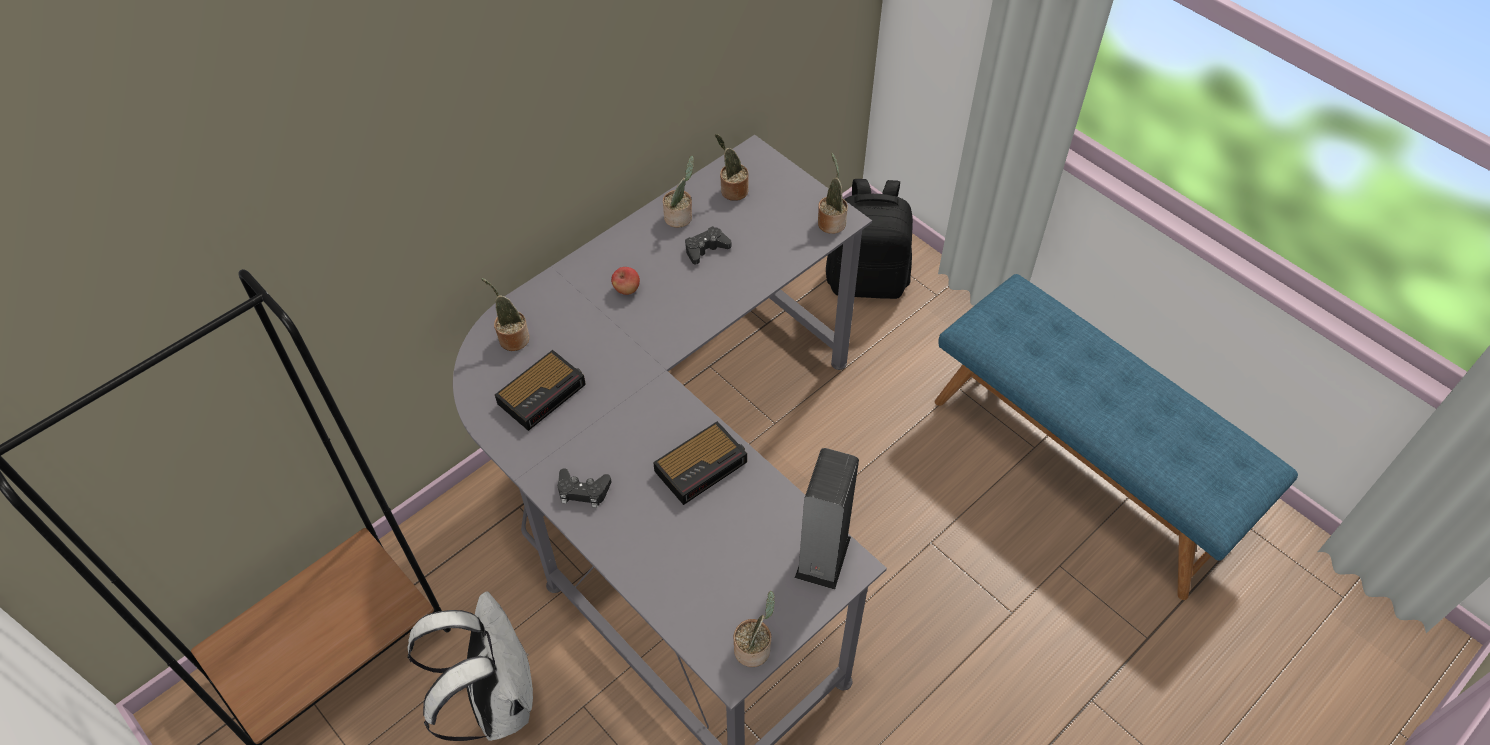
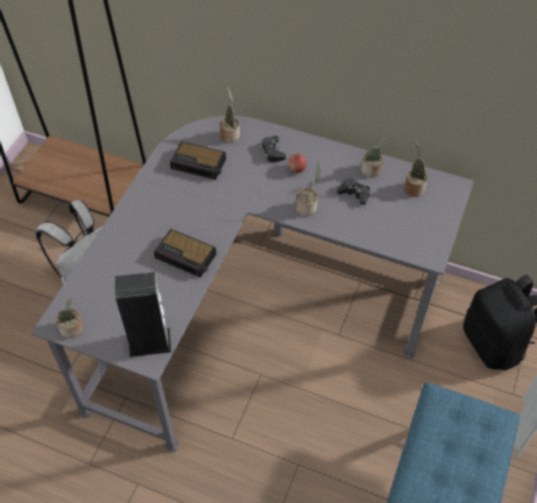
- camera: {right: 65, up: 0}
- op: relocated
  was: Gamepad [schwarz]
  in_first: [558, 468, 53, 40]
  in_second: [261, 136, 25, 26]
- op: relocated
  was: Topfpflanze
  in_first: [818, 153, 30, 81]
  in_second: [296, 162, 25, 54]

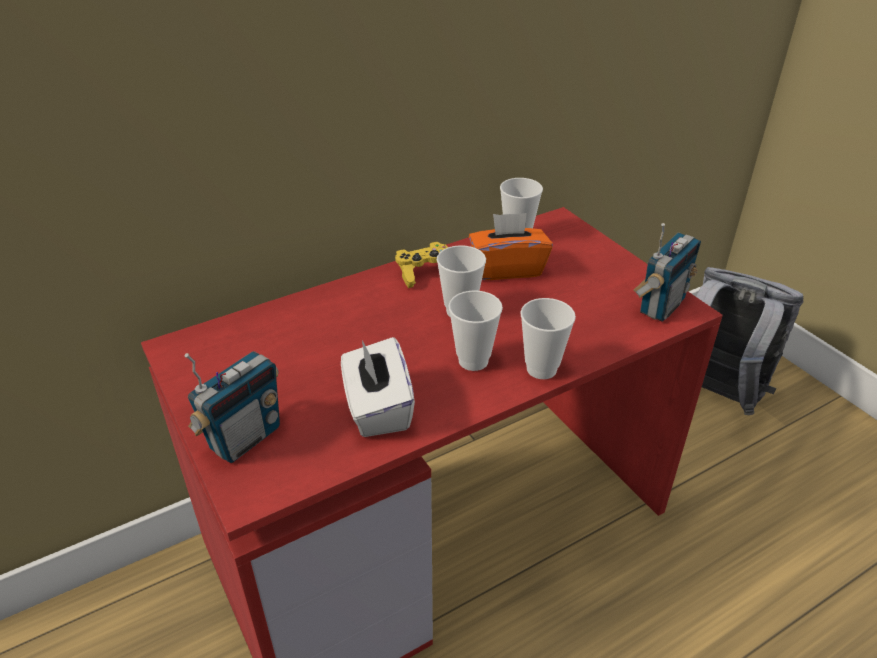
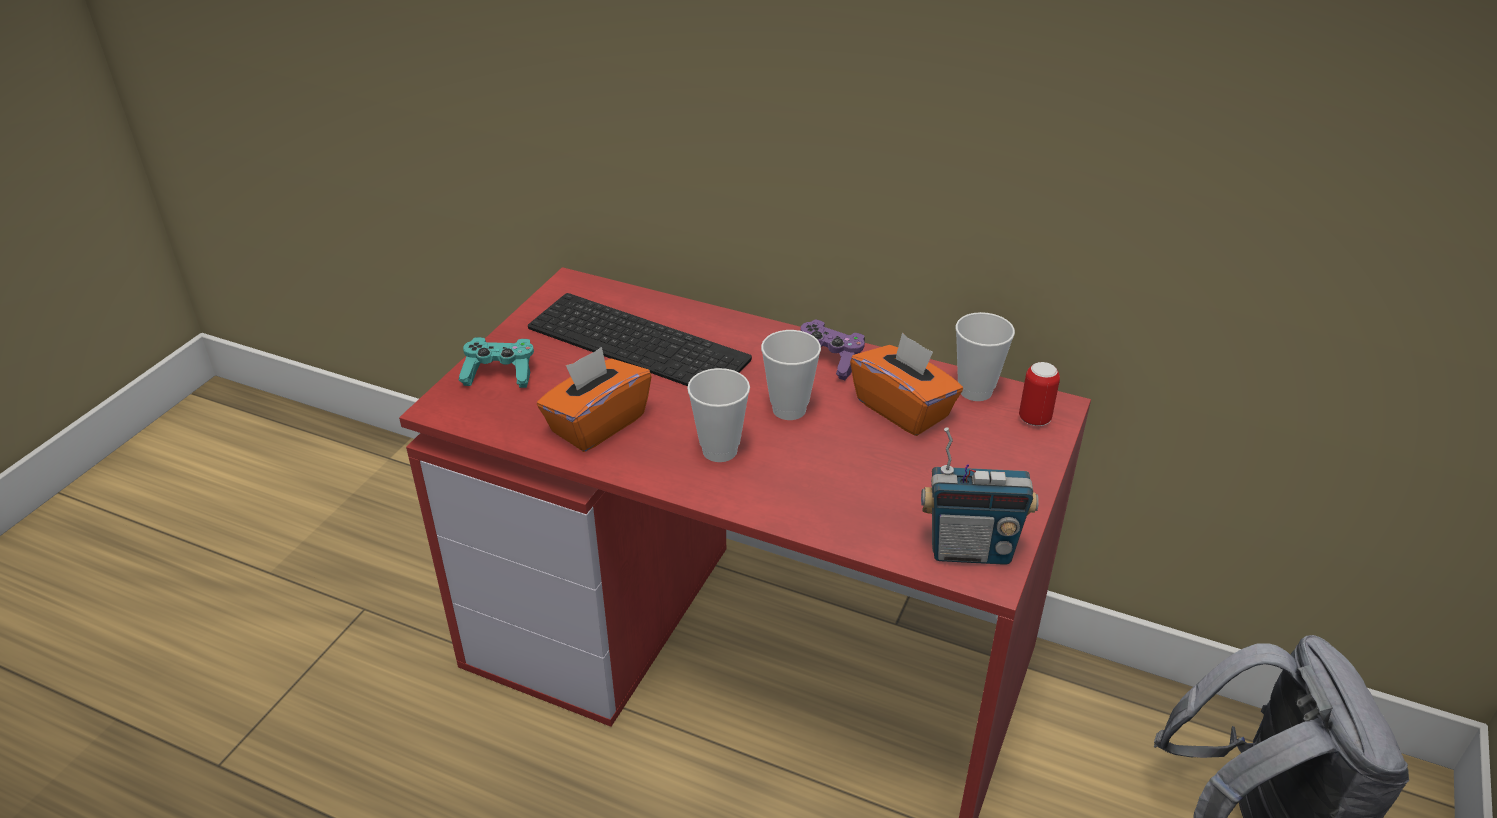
- camera: {right: 55, up: 0}
- op: exchanged
  was: Radio
  now: Gamepad [türkis]
  in_first: [184, 351, 96, 112]
  in_second: [459, 337, 75, 51]
- op: colour
  was: Taschentuchbox [weiß]
  now: Taschentuchbox [orange]
  in_first: [341, 337, 74, 100]
  in_second: [537, 347, 115, 105]
- op: colour
  was: Gamepad [gelb]
  now: Gamepad [lila]
  in_first: [395, 242, 53, 46]
  in_second: [800, 320, 65, 60]
- op: missing
  was: Tasse
  in_first: [520, 298, 56, 81]
- op: appeared
  now: Tastatur
  in_second: [528, 293, 224, 93]
- op: appeared
  now: Dose
  in_second: [1019, 362, 41, 64]

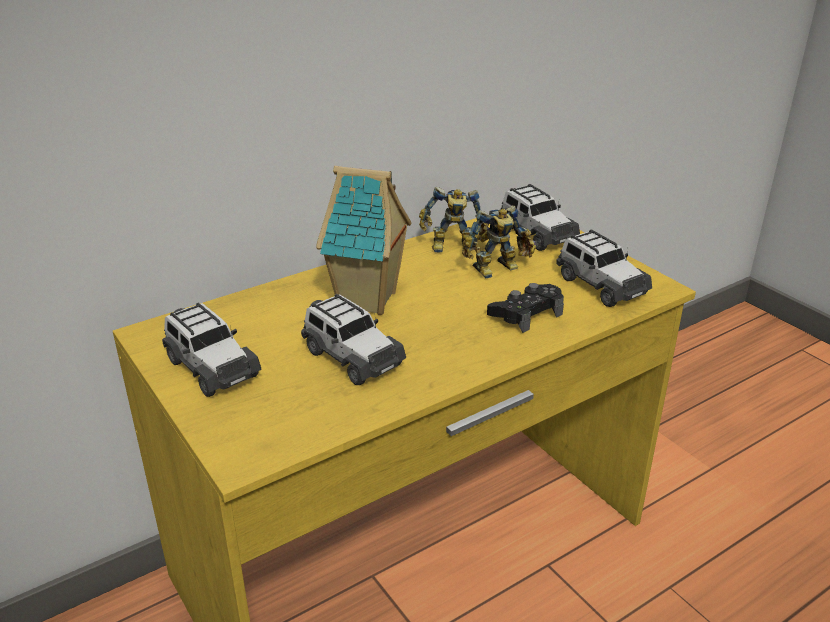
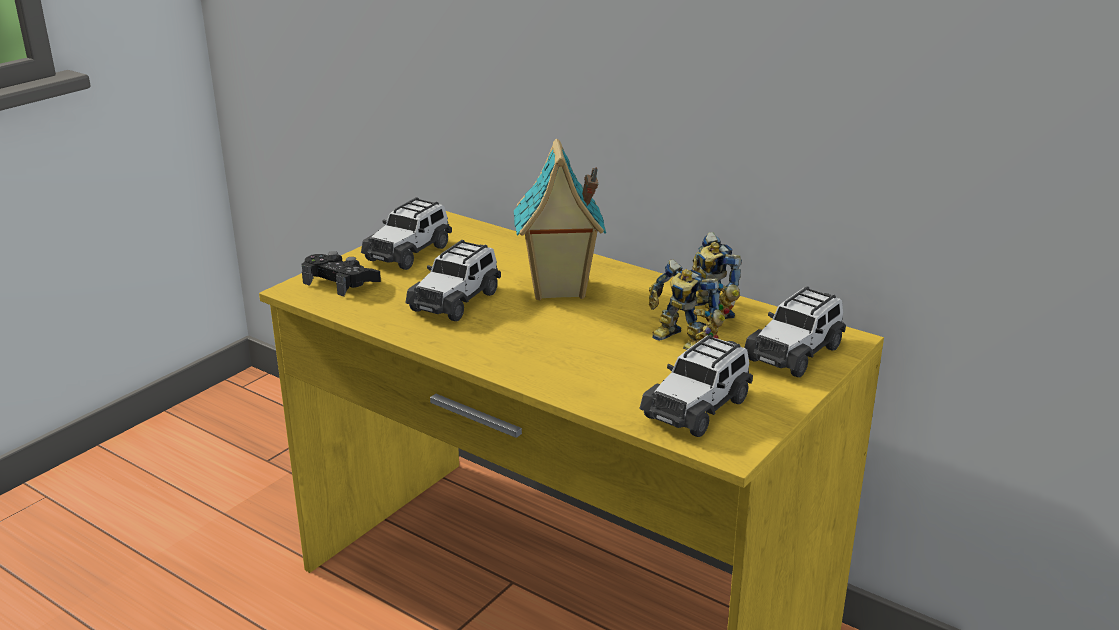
- camera: {right: 70, up: -5}
- op: relocated
  was: Gamepad [schwarz]
  in_first: [487, 283, 77, 50]
  in_second: [301, 251, 80, 45]

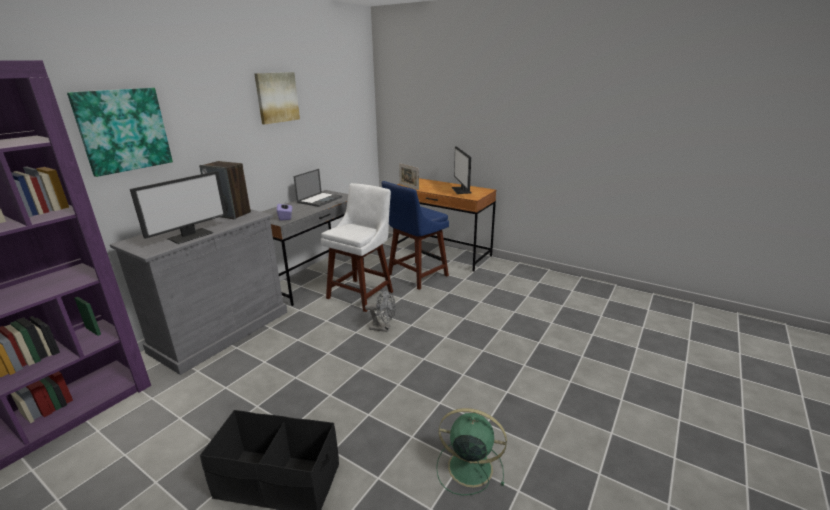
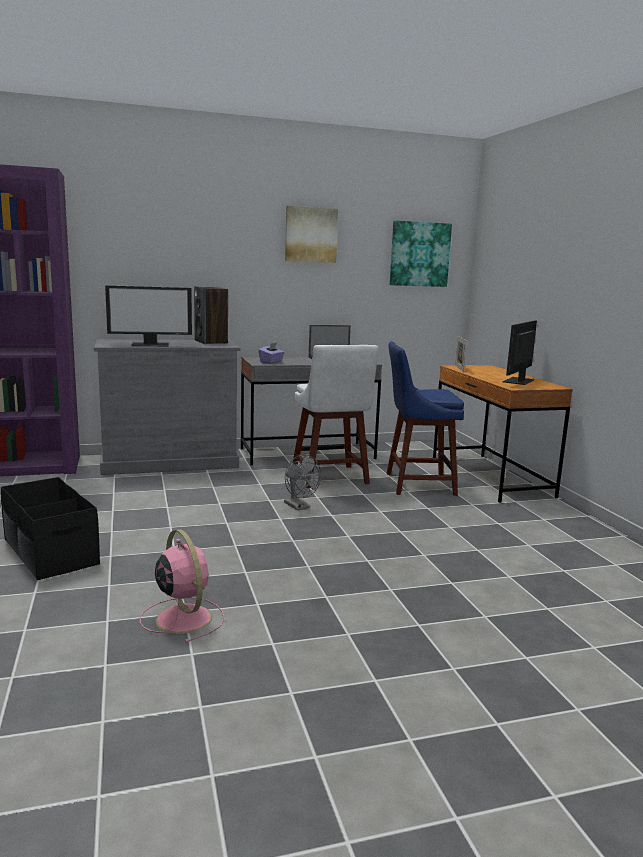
- camera: {right: 40, up: -10}
- op: relocated
  was: Bild
  in_first: [67, 88, 106, 89]
  in_second: [390, 220, 62, 67]
- op: spun
  was: Stuhl [weiß]
  in_first: [321, 183, 72, 129]
  in_second: [292, 345, 87, 143]
  clockwise: 90
- op: colour
  was: Ventilator [grün]
  now: Ventilator [rosa]
  in_first: [436, 408, 71, 88]
  in_second: [140, 529, 85, 114]

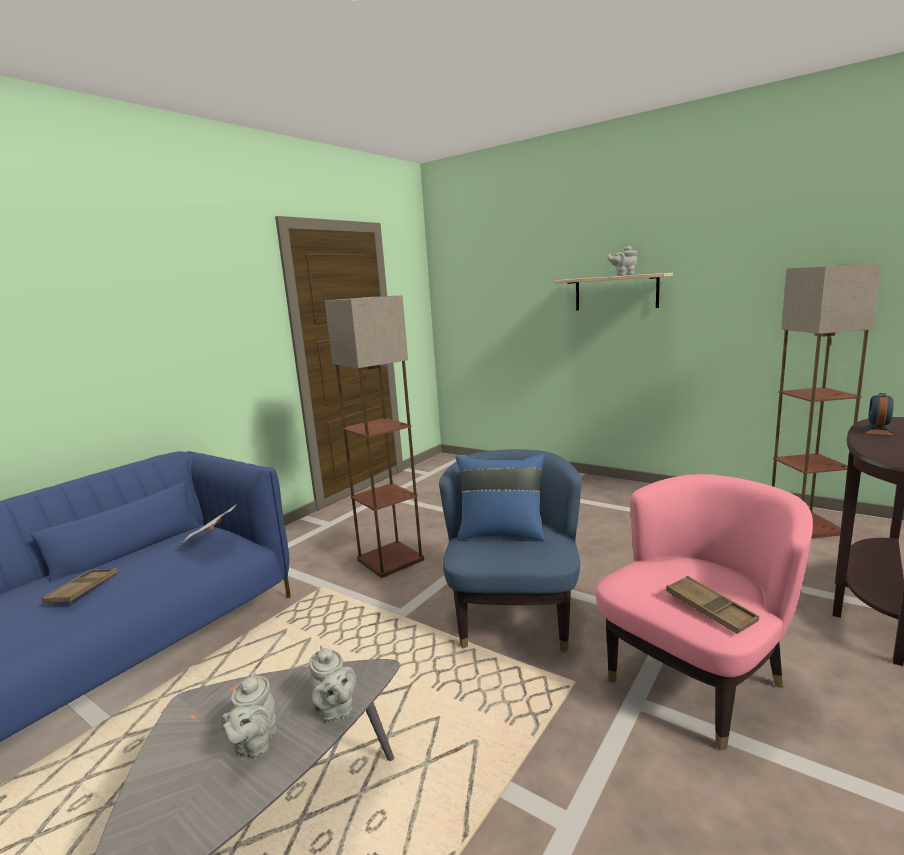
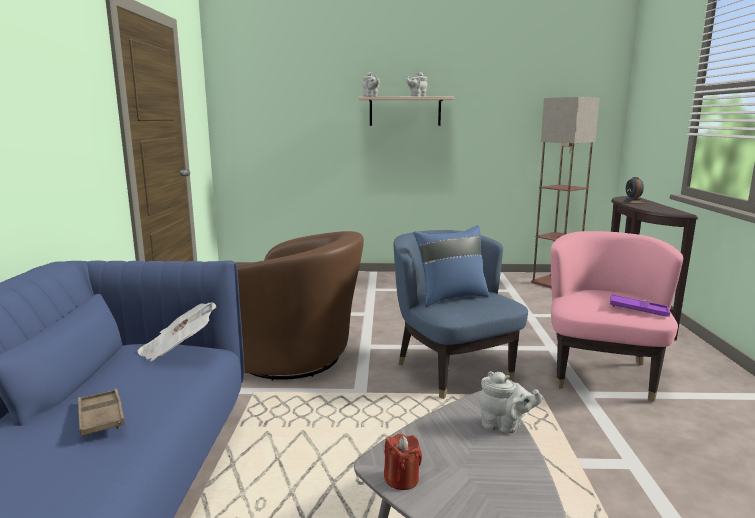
- camera: {right: -35, up: 0}
- op: relocated
  was: Teekanne [grau]
  in_first: [221, 672, 56, 87]
  in_second: [362, 72, 18, 25]
- op: exchanged
  was: Stehlampe
  now: Sessel [braun]
  in_first: [325, 295, 99, 283]
  in_second: [237, 231, 127, 150]
- op: colour
  was: Tablett [braun]
  now: Tablett [lila]
  in_first: [666, 576, 93, 58]
  in_second: [610, 294, 60, 23]
- op: appeared
  now: Kerze [rot]
  in_second: [384, 433, 38, 57]

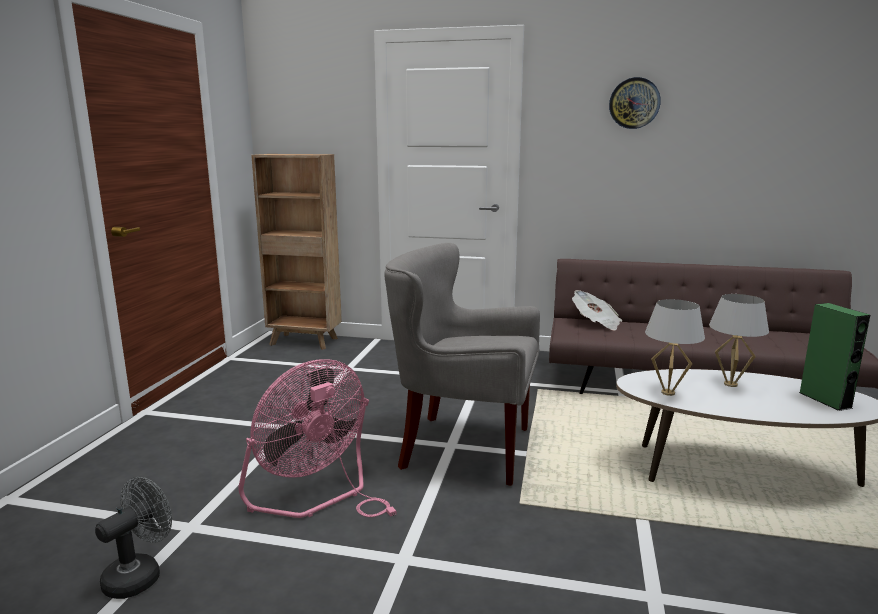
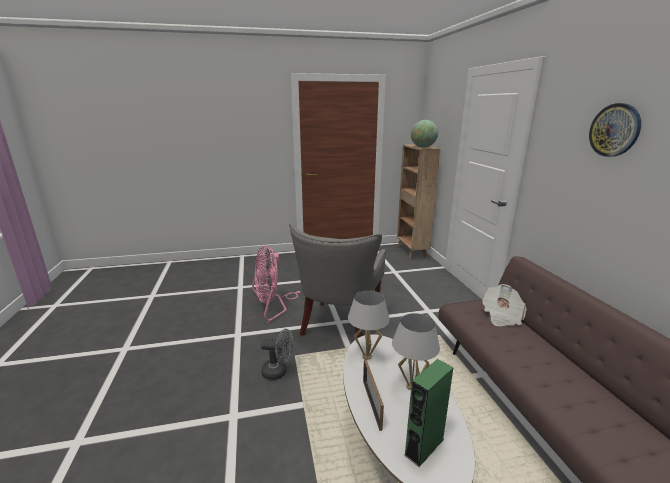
- camera: {right: 65, up: 5}
- op: relocated
  was: Ventilator [grau]
  in_first: [95, 477, 77, 122]
  in_second: [261, 329, 32, 51]
- op: spun
  was: Ventilator [rosa]
  in_first: [238, 359, 159, 159]
  in_second: [252, 246, 50, 77]
  clockwise: -135
- op: spun
  was: Sessel [grau]
  in_first: [384, 243, 156, 243]
  in_second: [289, 223, 97, 115]
  clockwise: -150
- op: appeared
  now: Bilderrahmen
  in_second: [363, 359, 21, 72]
- op: appeared
  now: Globus
  in_second: [411, 120, 27, 28]

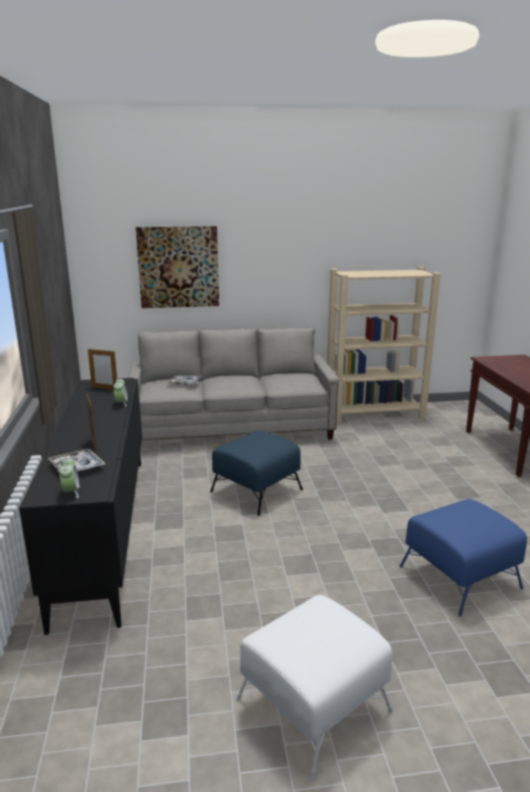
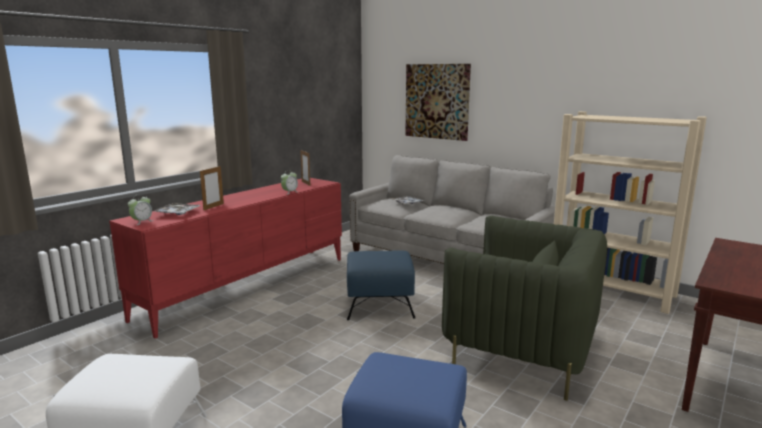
- camera: {right: 45, up: -5}
- op: colour
  was: Schrank [schwarz]
  now: Schrank [rot]
  in_first: [19, 378, 123, 257]
  in_second: [109, 178, 233, 160]
- op: appeared
  now: Sessel [grün]
  in_second: [442, 215, 165, 186]

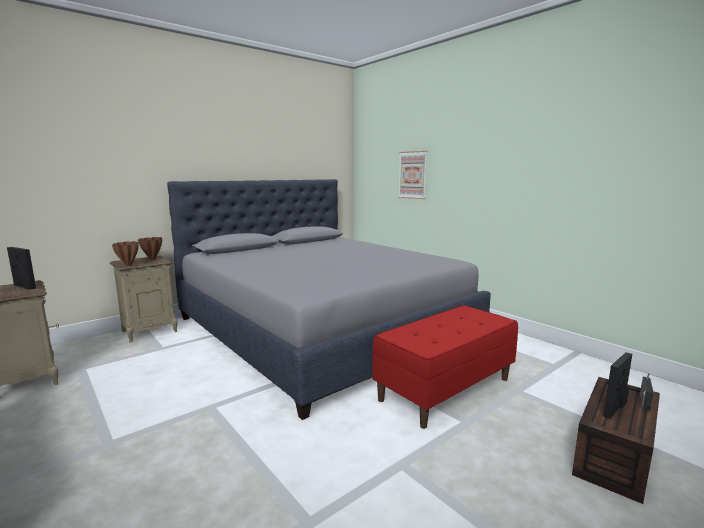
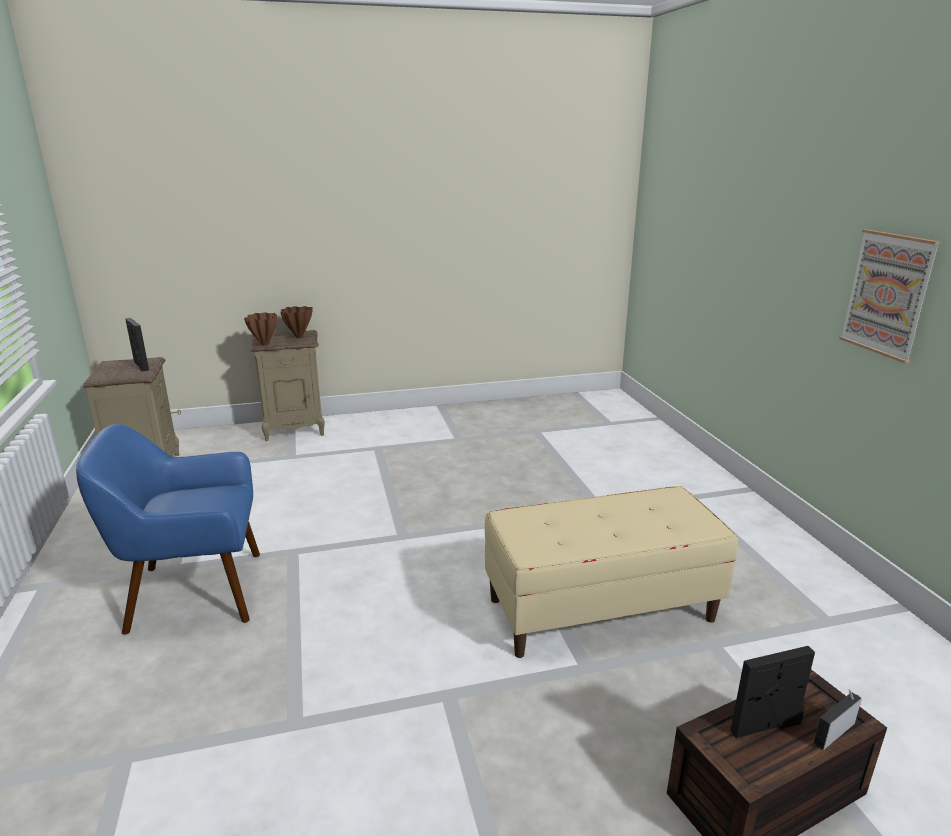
- camera: {right: 25, up: 10}
- op: missing
  was: Bett [grau]
  in_first: [167, 179, 324, 241]
- op: colour
  was: Bank [rot]
  now: Bank [beige]
  in_first: [372, 305, 146, 124]
  in_second: [485, 486, 253, 172]
- op: relocated
  was: Bild
  in_first: [398, 151, 29, 48]
  in_second: [839, 229, 102, 134]
- op: appeared
  now: Sessel [blau]
  in_second: [76, 424, 184, 211]

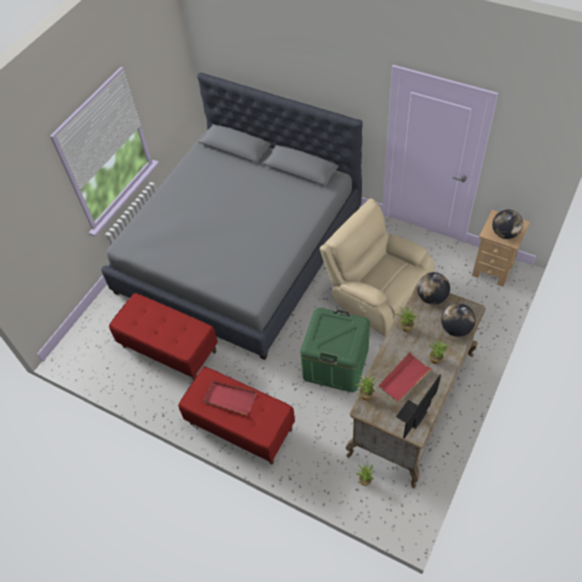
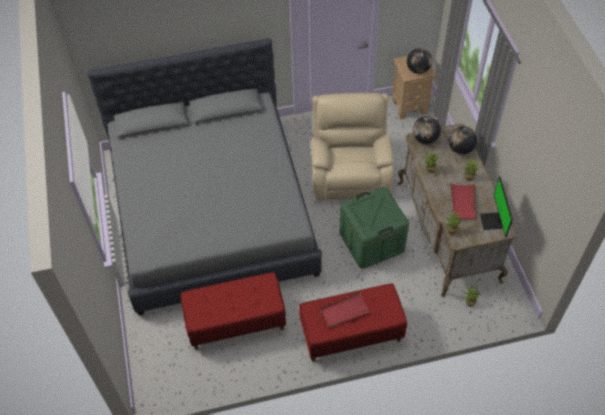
- camera: {right: -45, up: 0}
- op: spun
  was: Sessel [beige]
  in_first: [320, 199, 115, 138]
  in_second: [311, 93, 83, 107]
  clockwise: 90

